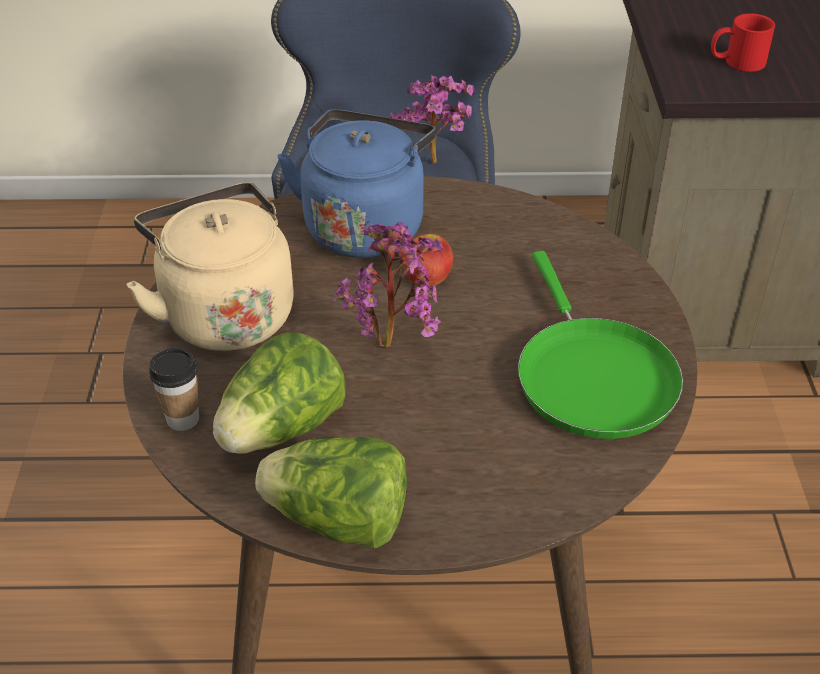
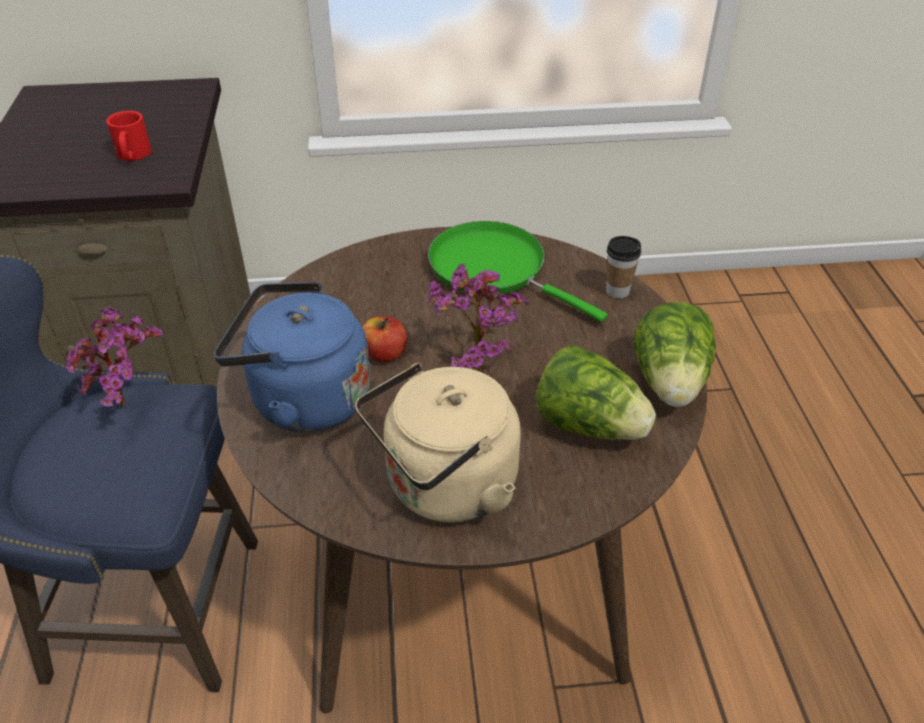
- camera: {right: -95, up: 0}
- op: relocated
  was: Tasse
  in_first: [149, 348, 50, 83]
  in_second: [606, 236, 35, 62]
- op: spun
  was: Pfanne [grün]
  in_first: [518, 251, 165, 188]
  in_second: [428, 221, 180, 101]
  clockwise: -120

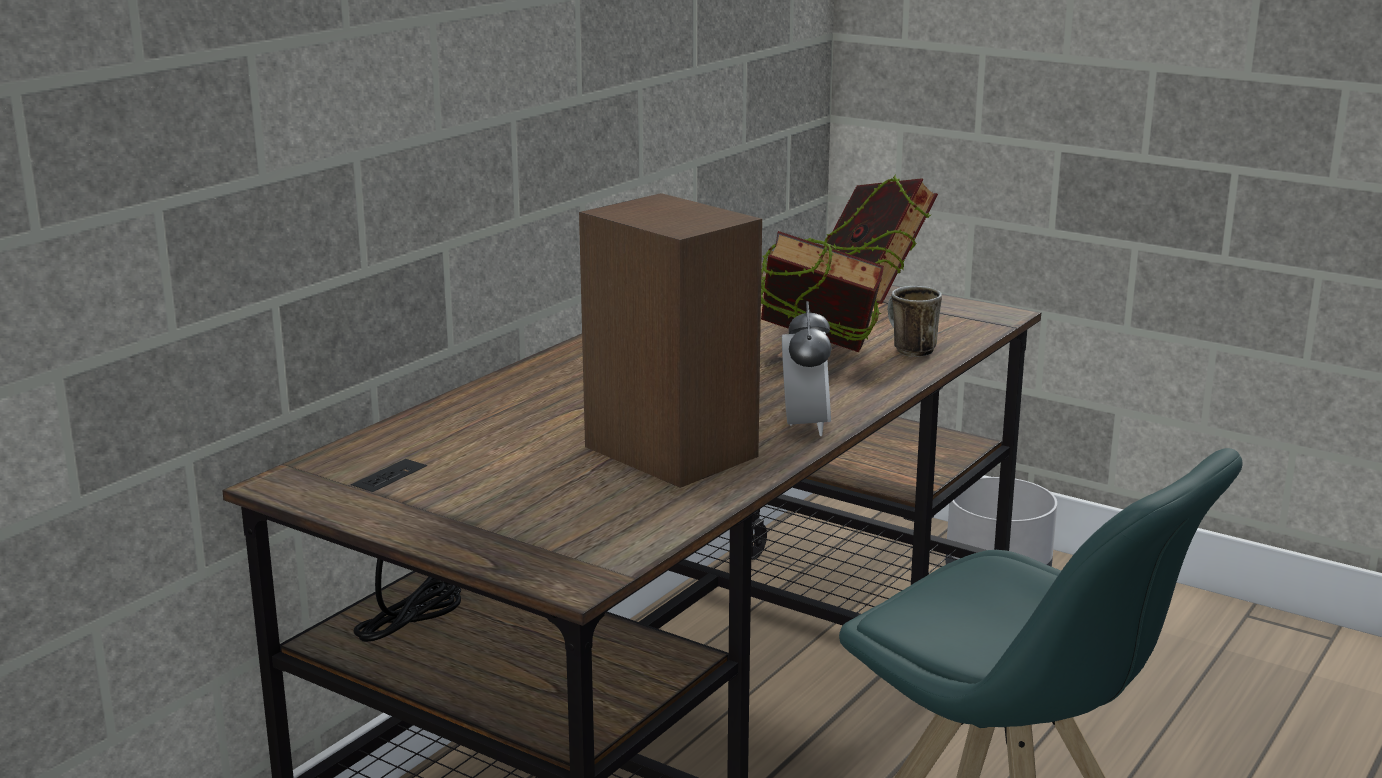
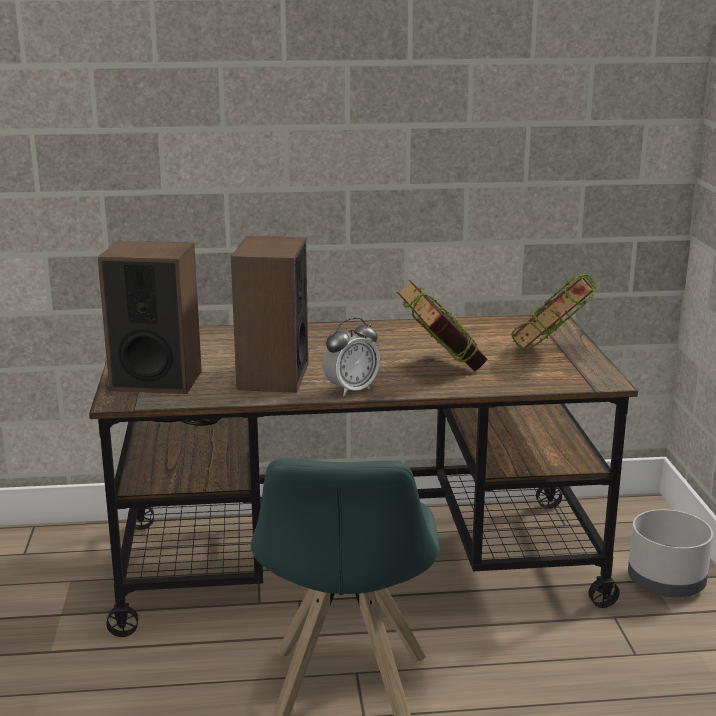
- camera: {right: 50, up: 0}
- op: missing
  was: Henkelbecher
  in_first: [888, 286, 54, 71]
- op: appeared
  now: Lautsprecher
  in_second: [98, 241, 104, 153]

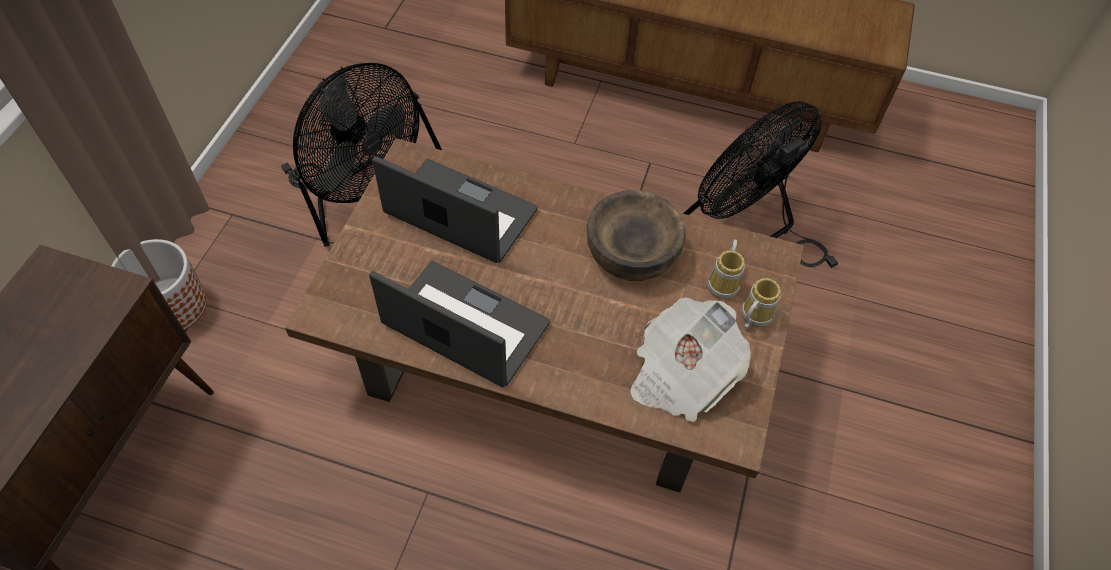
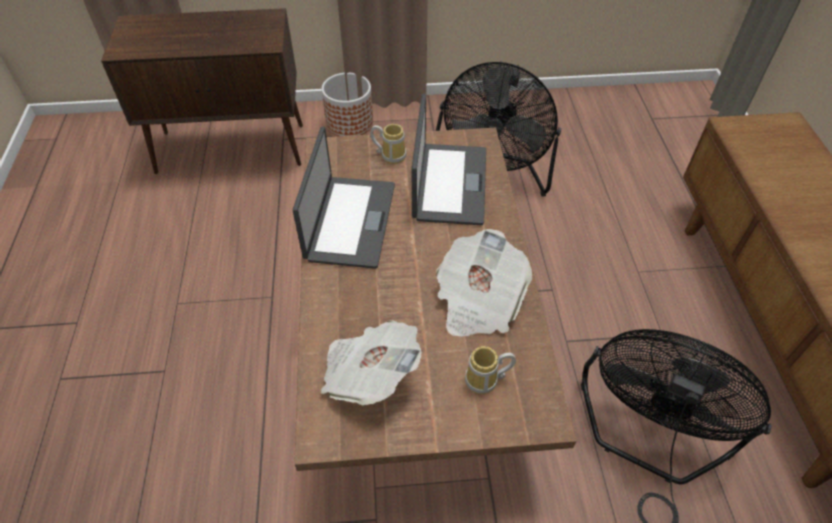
- camera: {right: 70, up: -5}
- op: exchanged
  was: Schüssel [braun]
  now: Zeitung
  in_first: [587, 190, 99, 91]
  in_second: [436, 229, 96, 108]
- op: relocated
  was: Henkelbecher
  in_first: [741, 278, 40, 51]
  in_second: [370, 124, 36, 40]

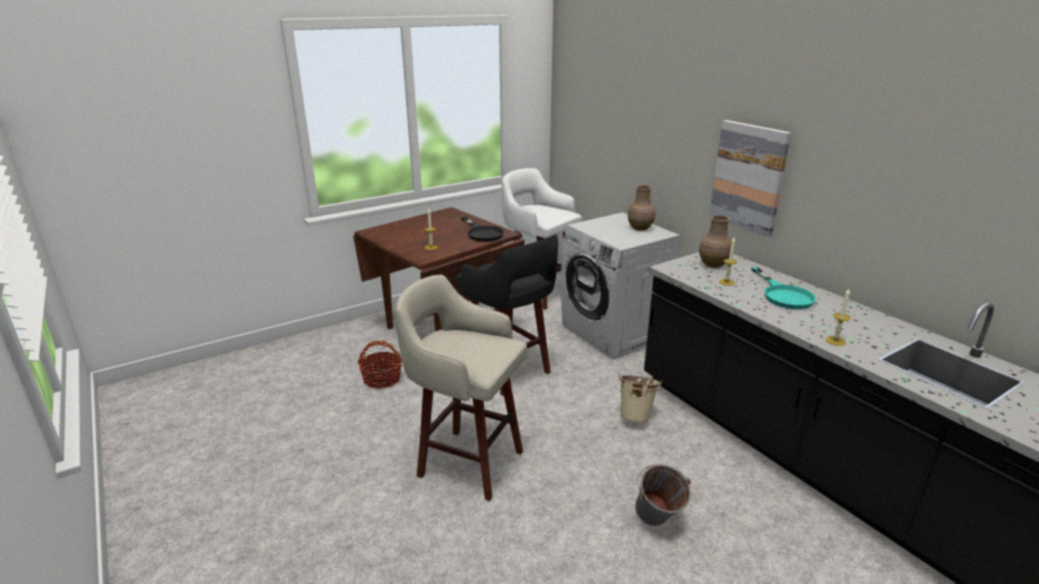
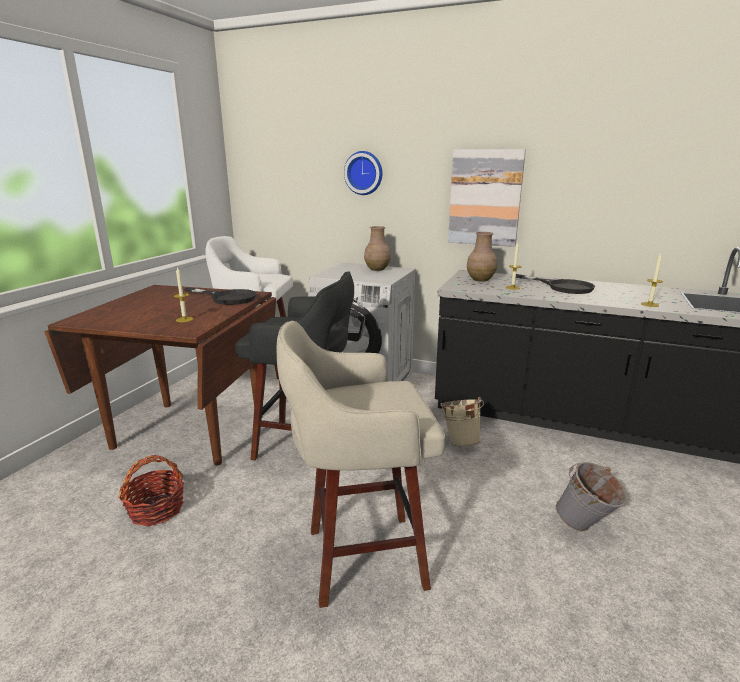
- camera: {right: -35, up: -5}
- op: colour
  was: Pfanne [türkis]
  now: Pfanne [schwarz]
  in_first: [751, 267, 65, 42]
  in_second: [516, 274, 79, 20]
- op: appeared
  now: Wanduhr
  in_second: [344, 151, 38, 44]

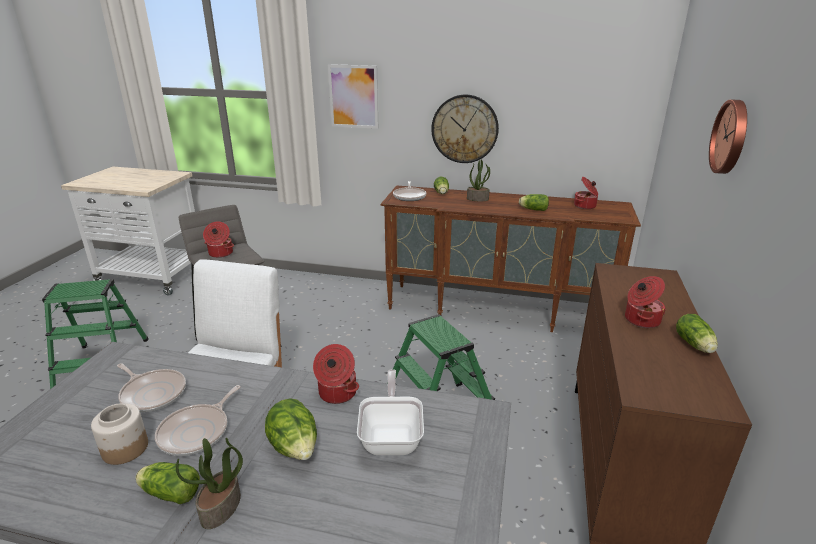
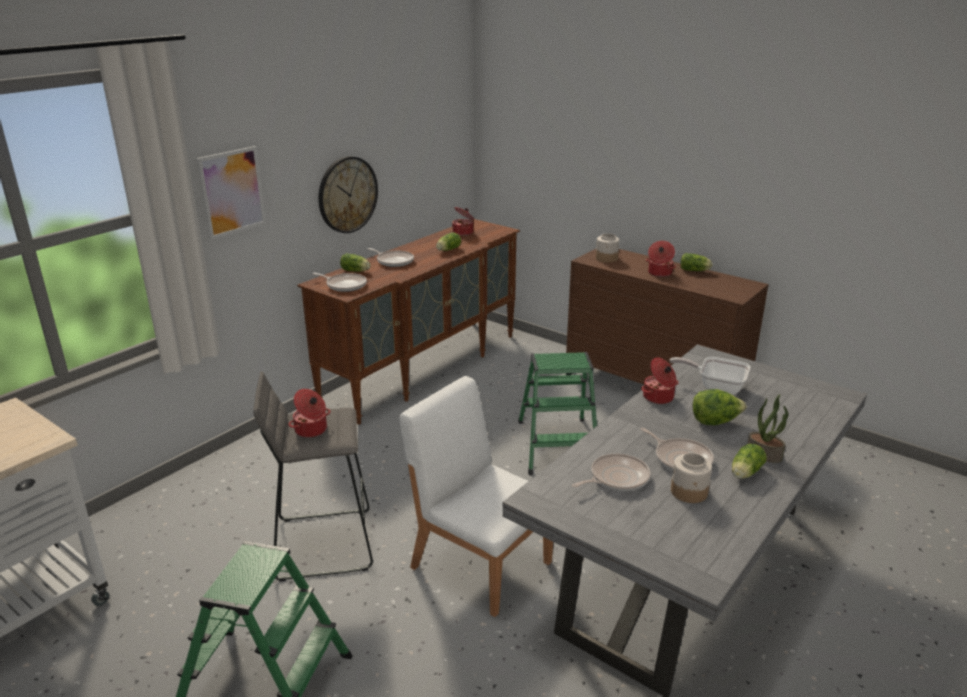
- camera: {right: -65, up: 0}
- op: exchanged
  was: Topfpflanze
  now: Pfanne
  in_first: [467, 159, 23, 43]
  in_second: [368, 248, 46, 19]
- op: missing
  was: Wanduhr
  in_first: [709, 100, 38, 74]
- op: appeared
  now: Vorratsglas
  in_second: [596, 233, 24, 30]

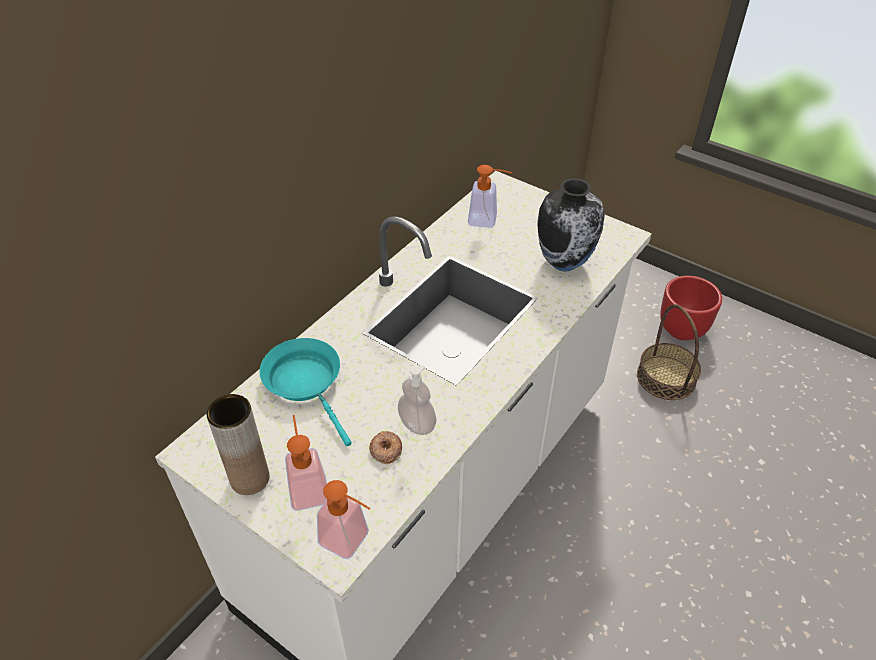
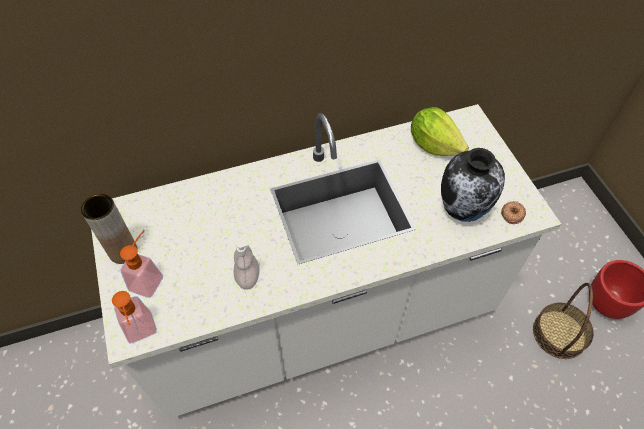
- camera: {right: 35, up: 10}
- op: missing
  was: Pfanne [türkis]
  in_first: [260, 338, 92, 108]
- op: relocated
  was: Donut
  in_first: [369, 431, 33, 33]
  in_second: [501, 201, 25, 23]
- op: exchanged
  was: Seifenspender
  now: Salatkopf
  in_first: [468, 165, 44, 63]
  in_second: [411, 107, 58, 49]

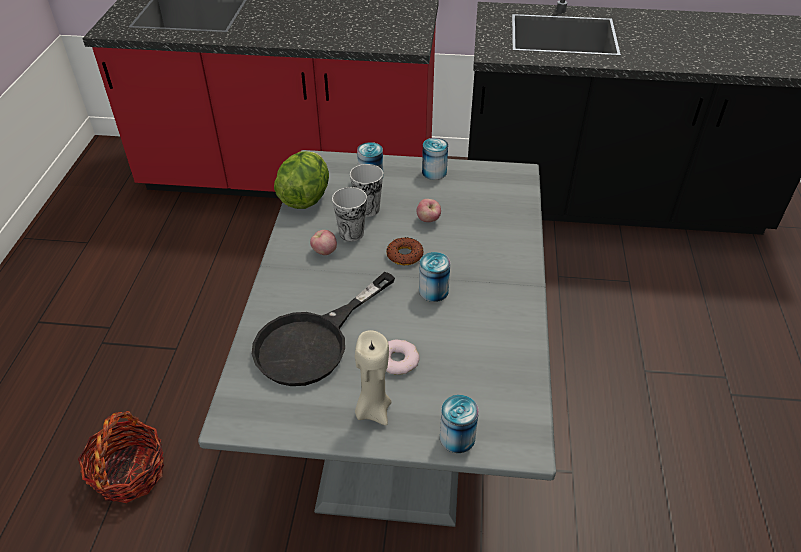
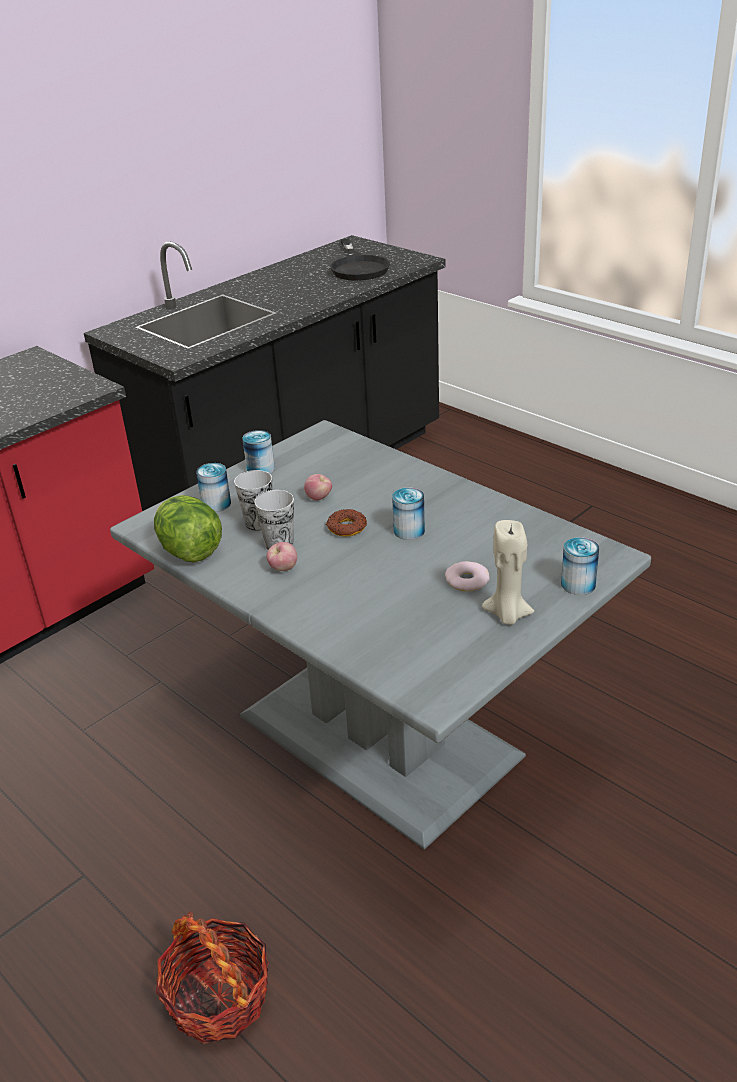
- camera: {right: -50, up: -10}
- op: relocated
  was: Pfanne [schwarz]
  in_first: [252, 272, 143, 114]
  in_second: [330, 239, 60, 42]

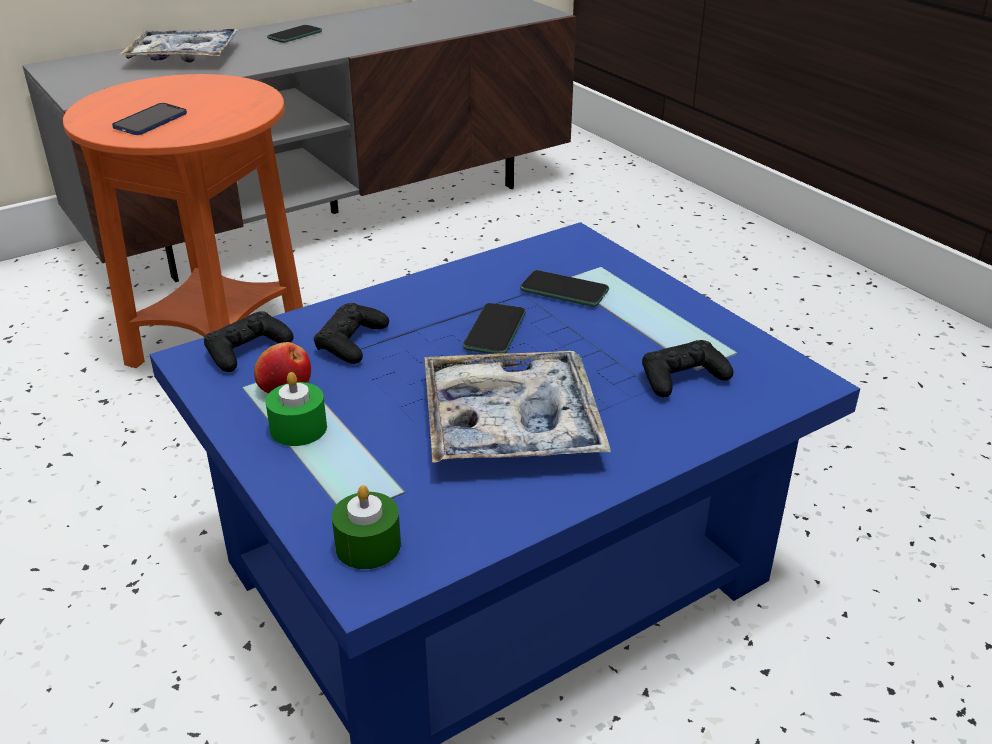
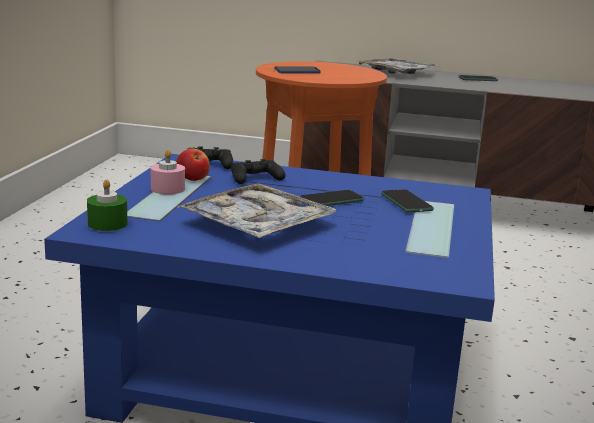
- camera: {right: 45, up: -15}
- op: colour
  was: Kerze [grün]
  now: Kerze [rosa]
  in_first: [265, 372, 62, 74]
  in_second: [151, 150, 34, 45]
- op: missing
  was: Gamepad [schwarz]
  in_first: [642, 340, 91, 57]

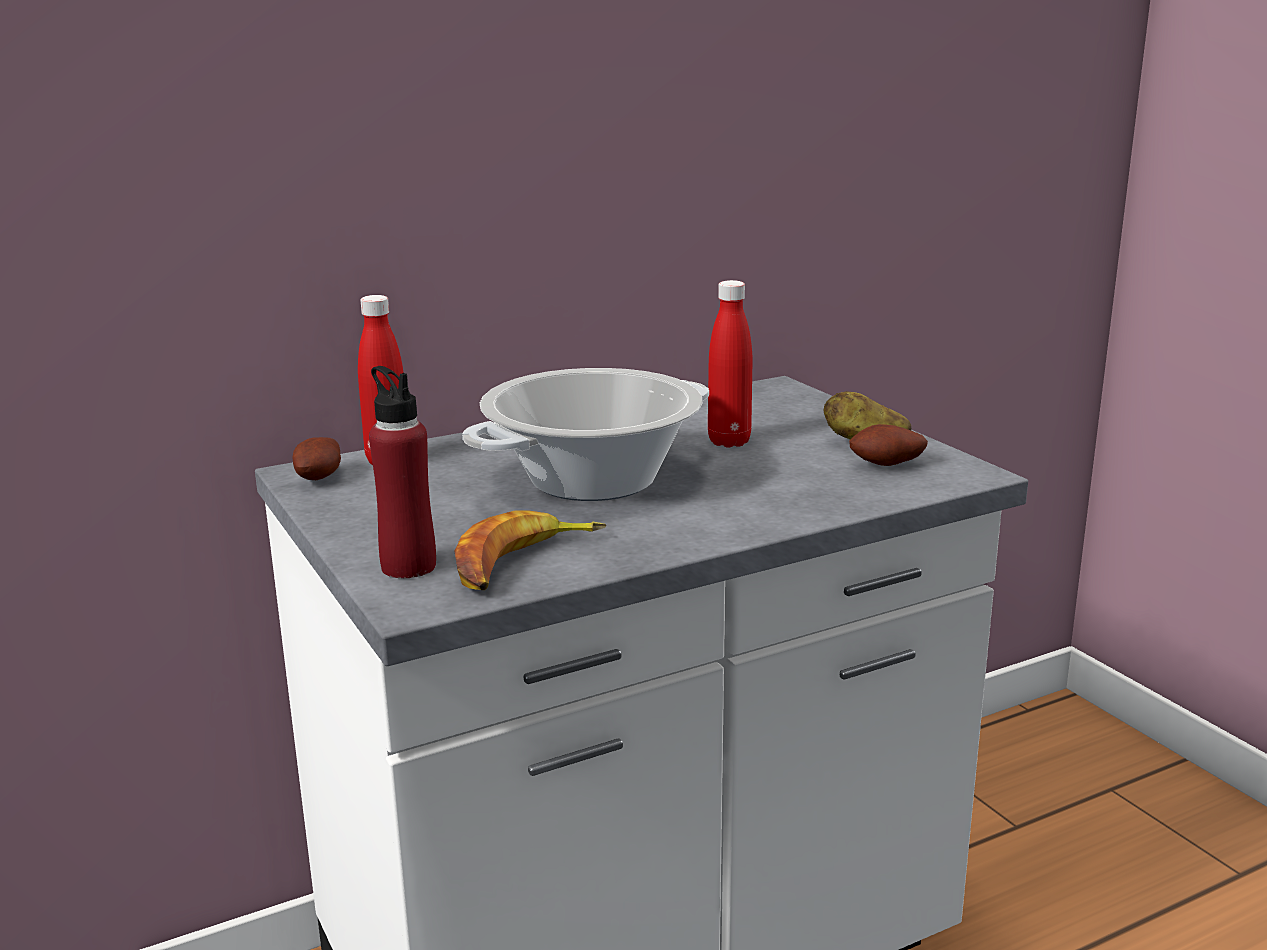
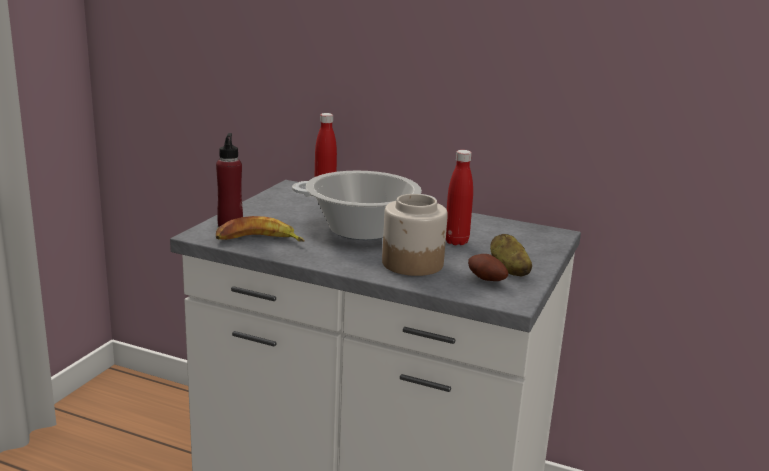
- camera: {right: 50, up: 0}
- op: missing
  was: Kartoffel
  in_first: [293, 437, 48, 43]
- op: appeared
  now: Vorratsglas
  in_second: [382, 194, 66, 82]

